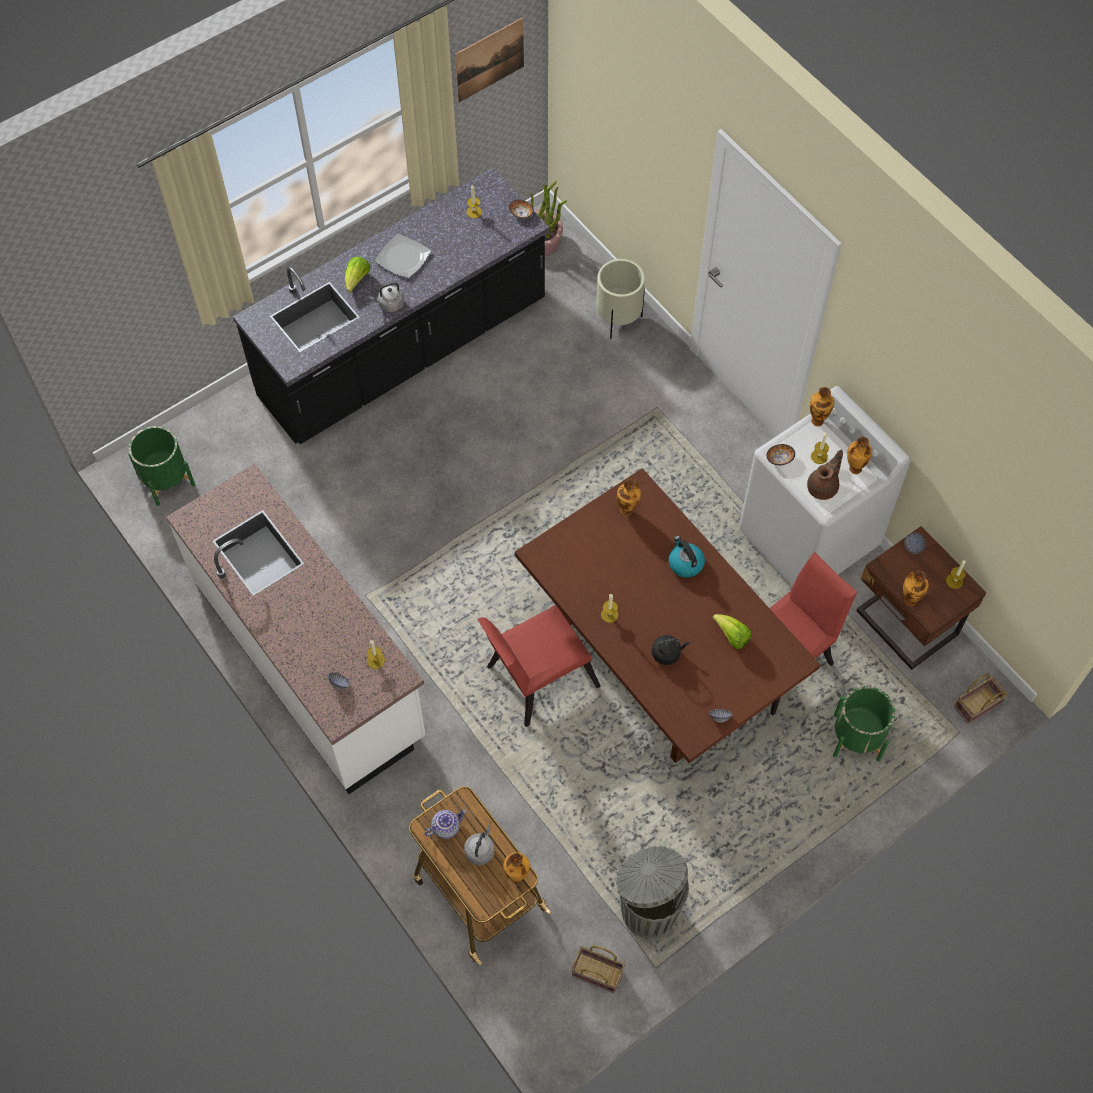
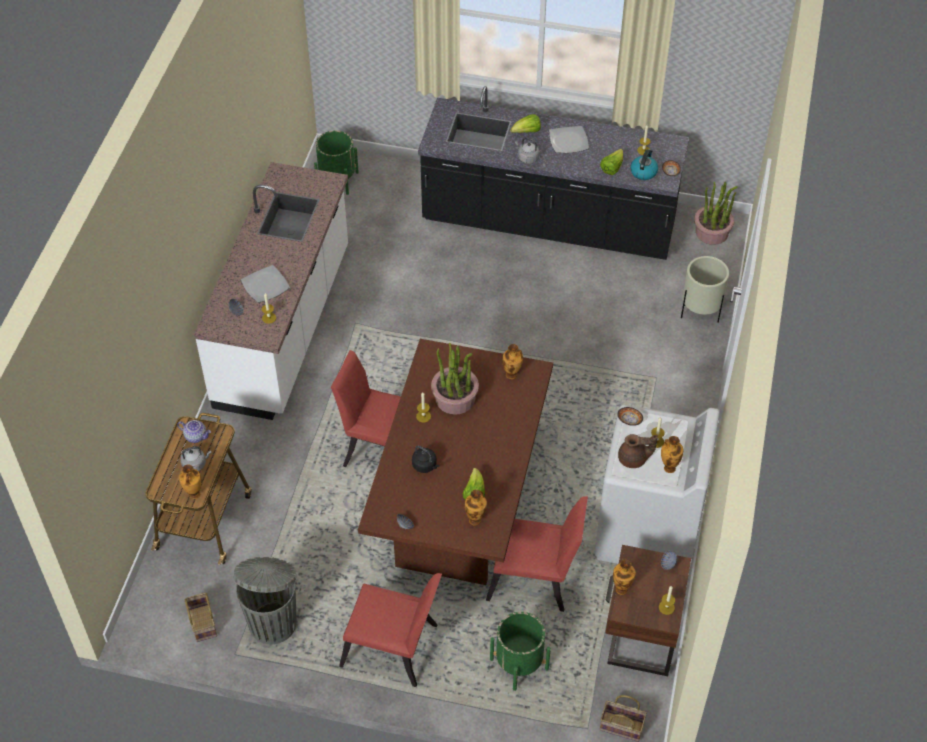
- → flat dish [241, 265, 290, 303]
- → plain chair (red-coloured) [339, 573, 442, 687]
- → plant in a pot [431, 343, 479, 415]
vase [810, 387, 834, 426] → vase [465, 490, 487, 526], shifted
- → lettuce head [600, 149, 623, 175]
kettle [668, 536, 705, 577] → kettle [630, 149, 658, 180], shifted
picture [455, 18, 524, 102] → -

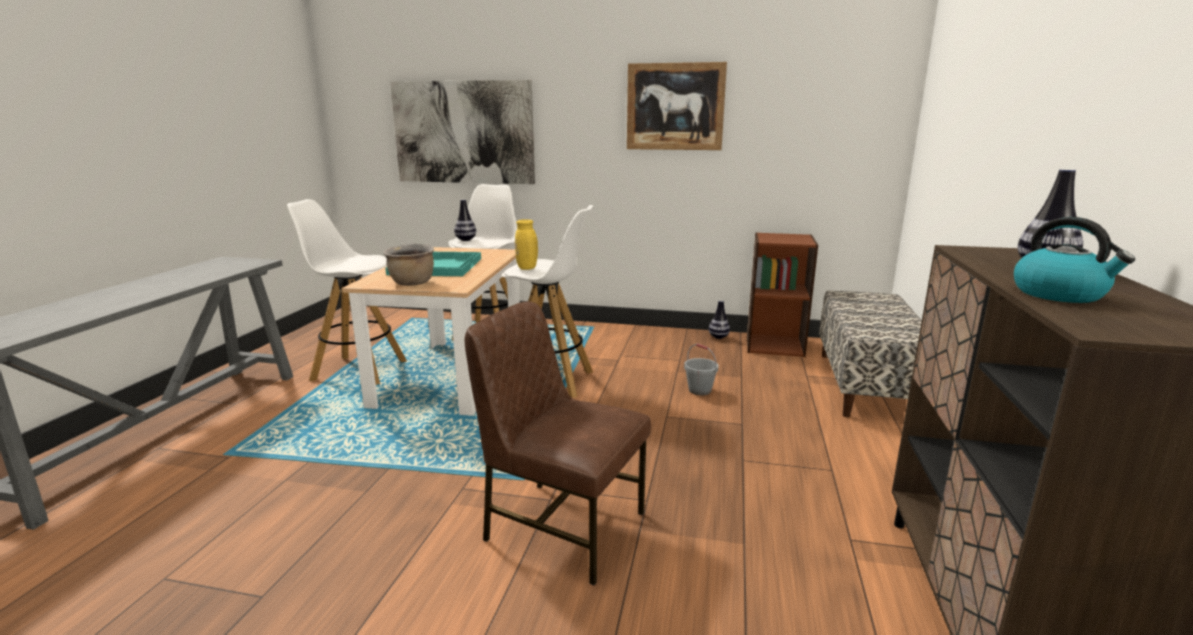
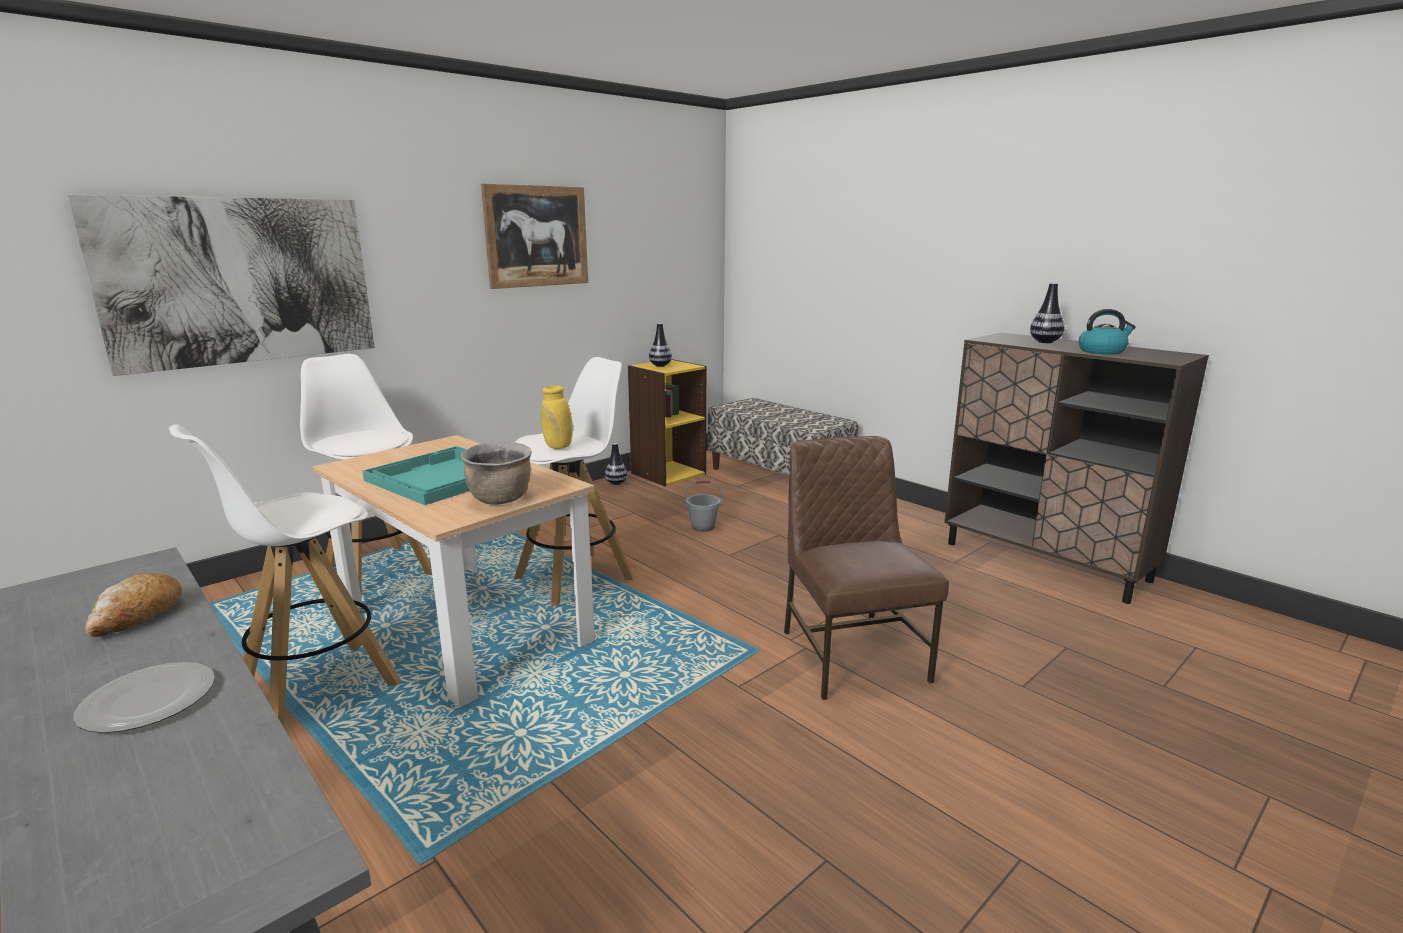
- → flat dish [74, 662, 215, 733]
- → baked bread [85, 573, 182, 637]
bookcase (brown-coloured) [747, 232, 818, 357] → bookcase (yellow) [628, 359, 706, 486]
vase [454, 199, 476, 241] → vase [649, 323, 672, 367], shifted
plain chair (brown-coloured) [465, 302, 651, 586] → plain chair (brown-coloured) [784, 436, 949, 700], 105 degrees clockwise

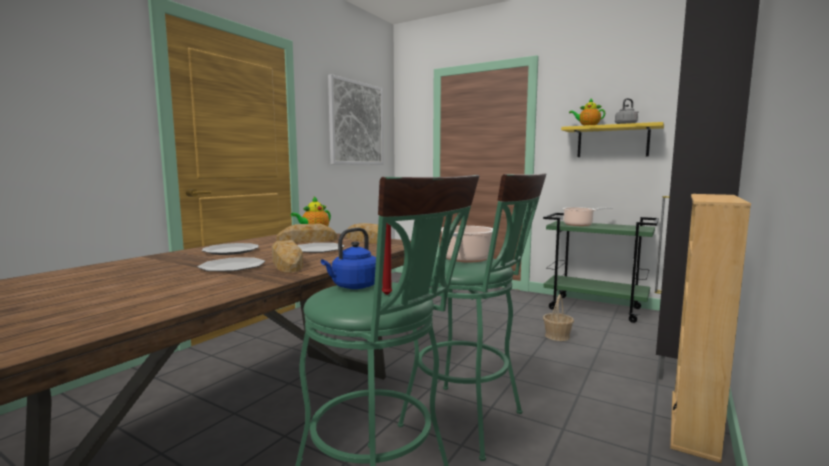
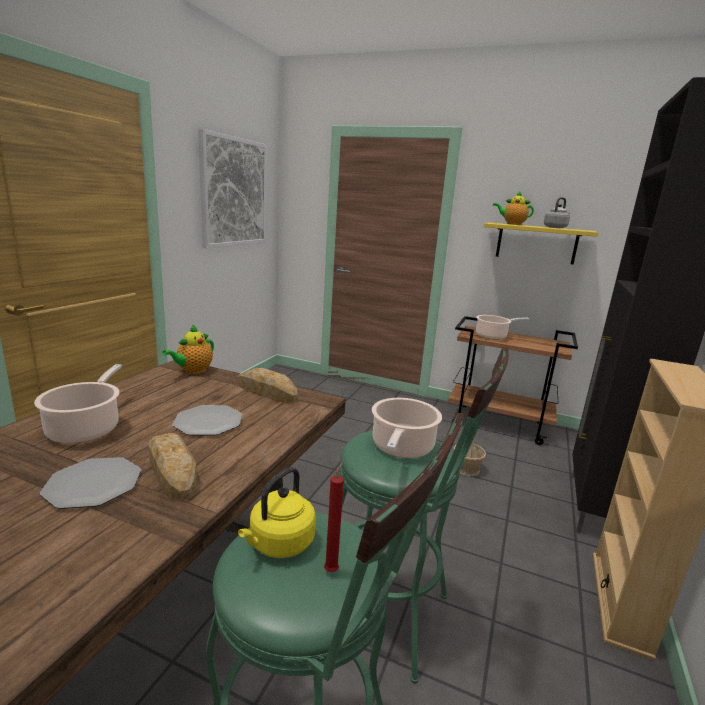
flat dish [202, 243, 259, 255] → saucepot [34, 364, 122, 443]
kettle (bluish) [321, 228, 376, 289] → kettle (yellow) [238, 467, 316, 558]
wheeled cart (green-coloured) [543, 213, 659, 323] → wheeled cart (brown-coloured) [448, 316, 578, 445]
baked bread [276, 224, 337, 243] → -

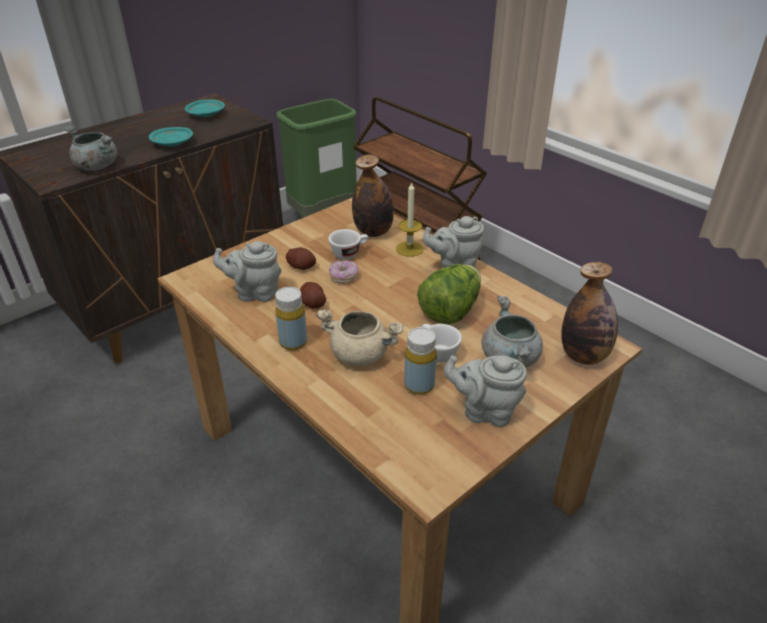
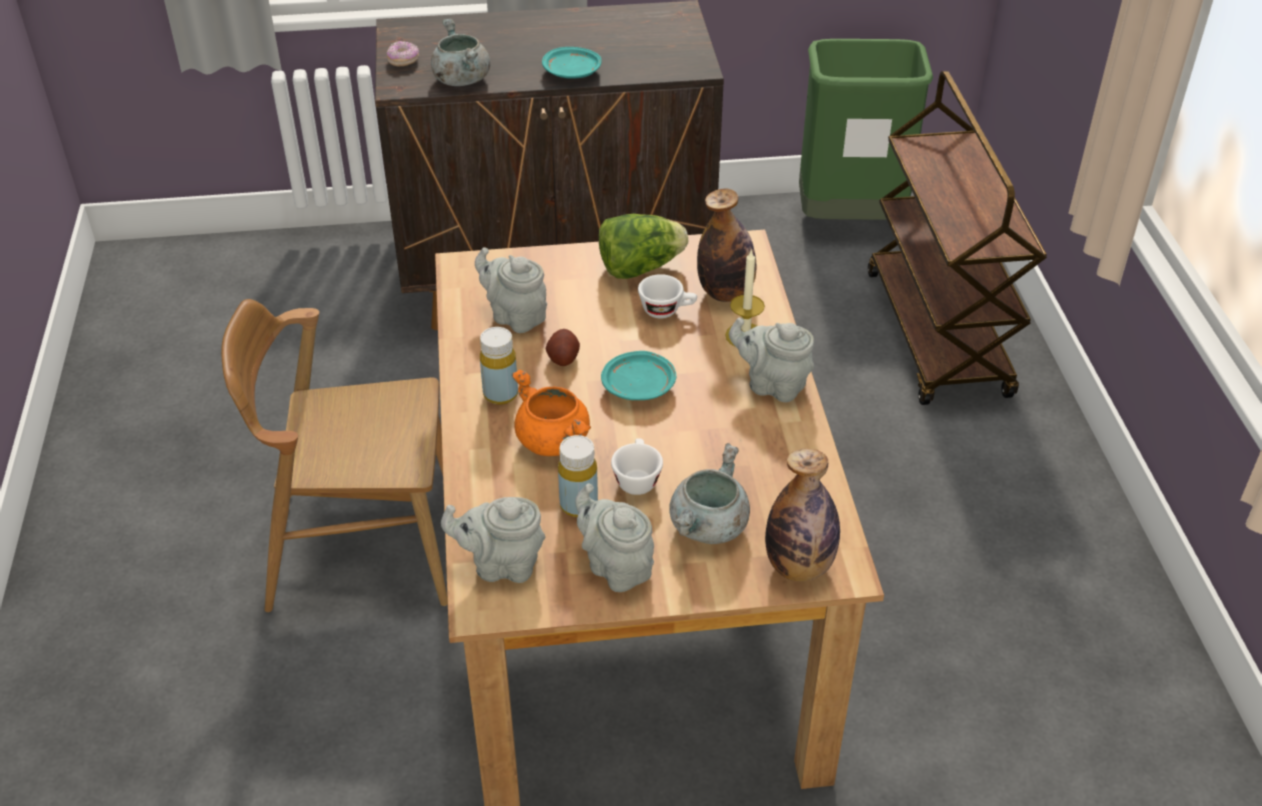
- → plain chair (brown-coloured) [221, 299, 448, 612]
doughnut [329, 260, 359, 284] → doughnut [387, 41, 419, 66], shifted
- → teapot (grey) [441, 497, 545, 583]
saucepot (beige-coloured) [316, 309, 404, 366] → saucepot (orangey) [512, 370, 591, 456]
lettuce head [417, 264, 481, 325] → lettuce head [599, 214, 688, 279], shifted
flat dish (blue-green) [185, 99, 225, 117] → flat dish (blue-green) [601, 351, 676, 400], shifted
spud [286, 247, 316, 270] → -

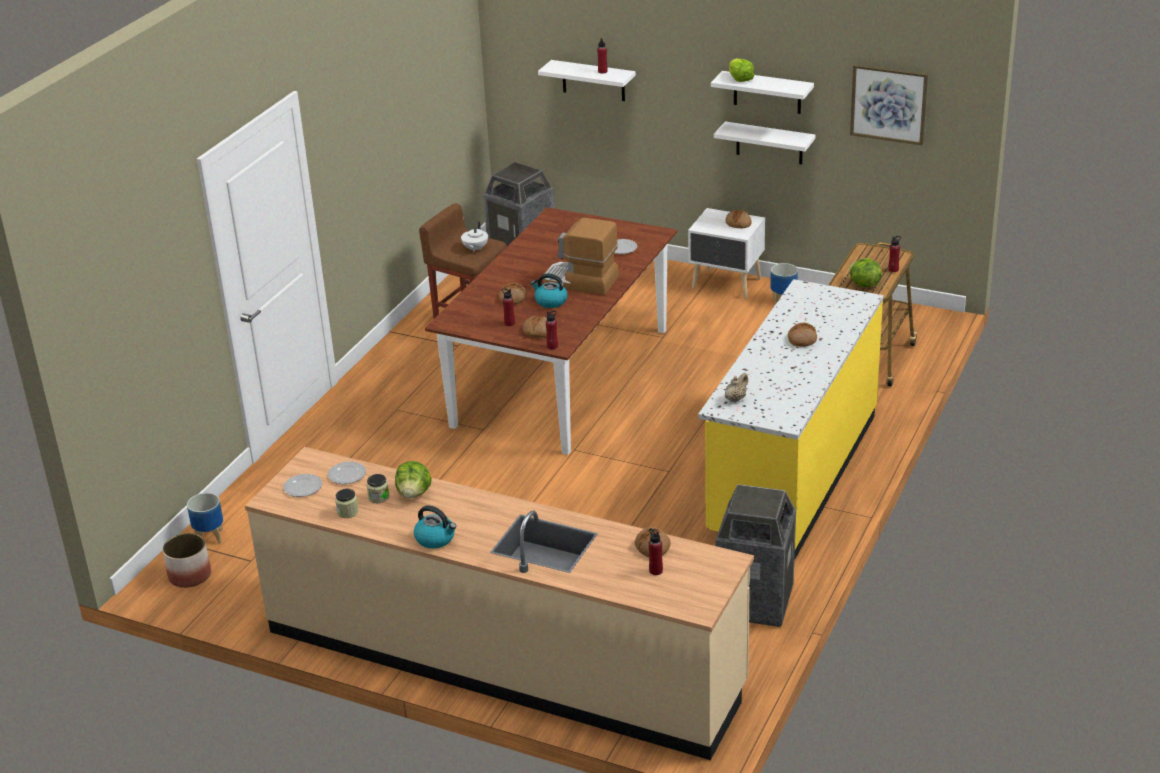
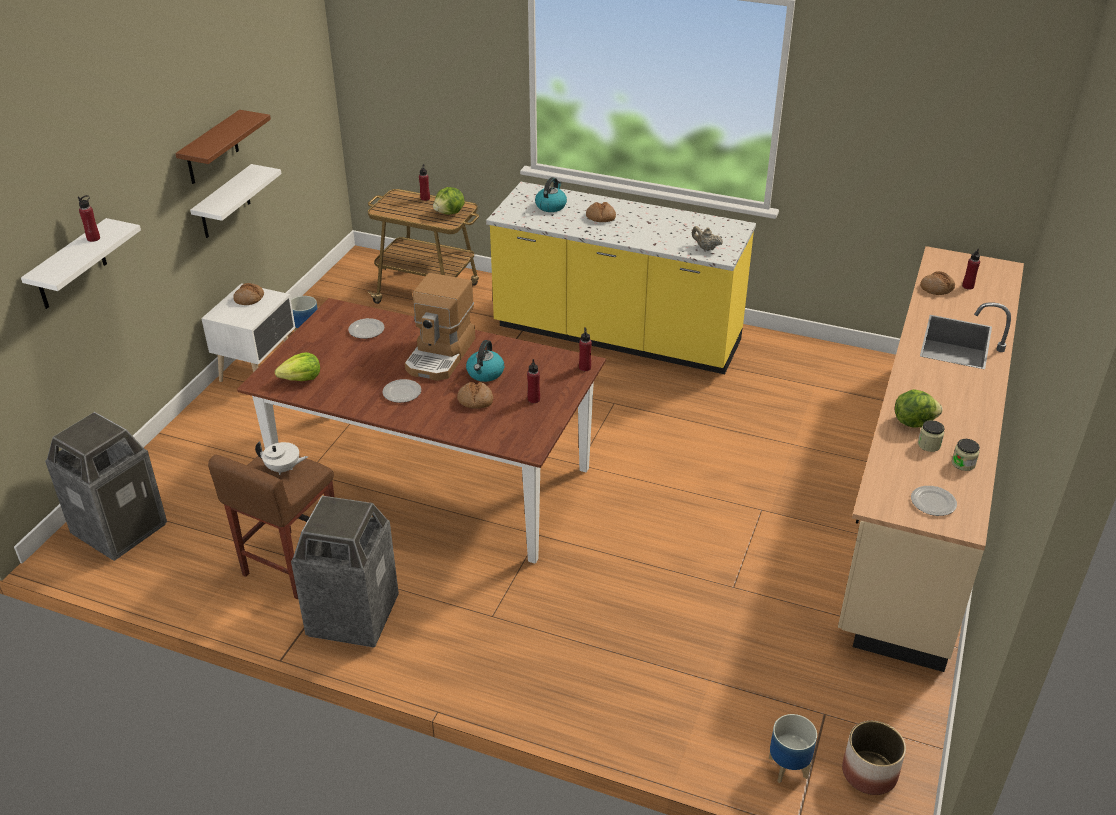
bracket shelf (whitish) [711, 71, 814, 114] → bracket shelf (brown-coloured) [175, 110, 271, 184]
lettuce head [729, 58, 755, 82] → lettuce head [275, 352, 320, 381], shifted
trash can [715, 484, 796, 627] → trash can [291, 496, 399, 648], shifted
flat dish [328, 461, 366, 484] → flat dish [383, 379, 421, 403], shifted
kettle [414, 505, 456, 548] → kettle [535, 177, 567, 212], shifted
baked bread [522, 316, 547, 338] → -
picture [850, 64, 928, 145] → -

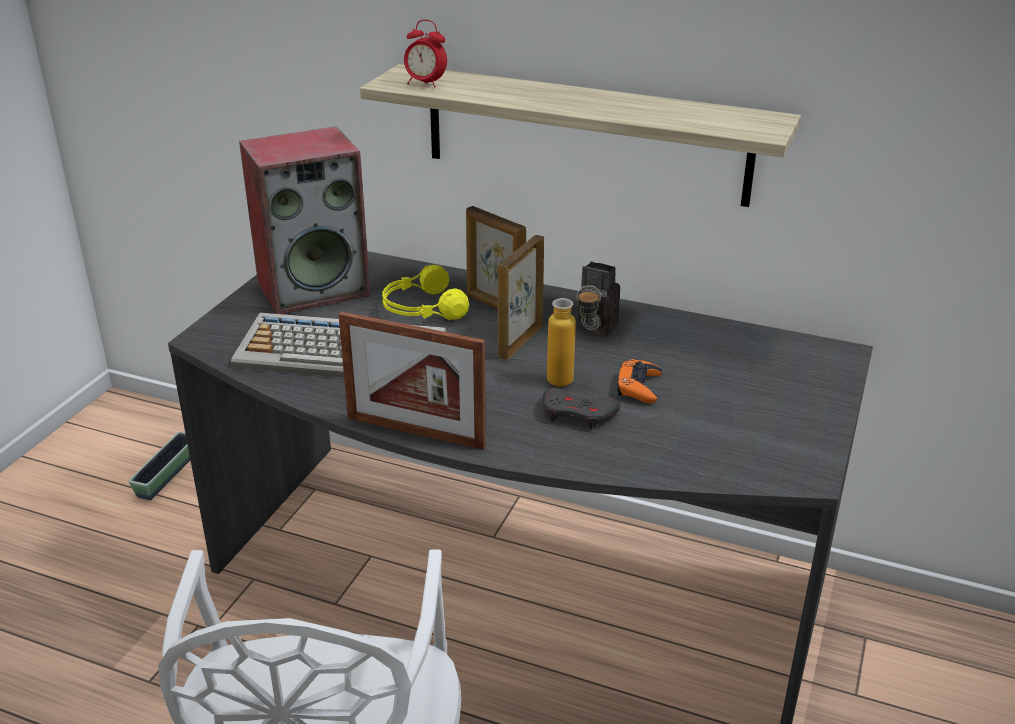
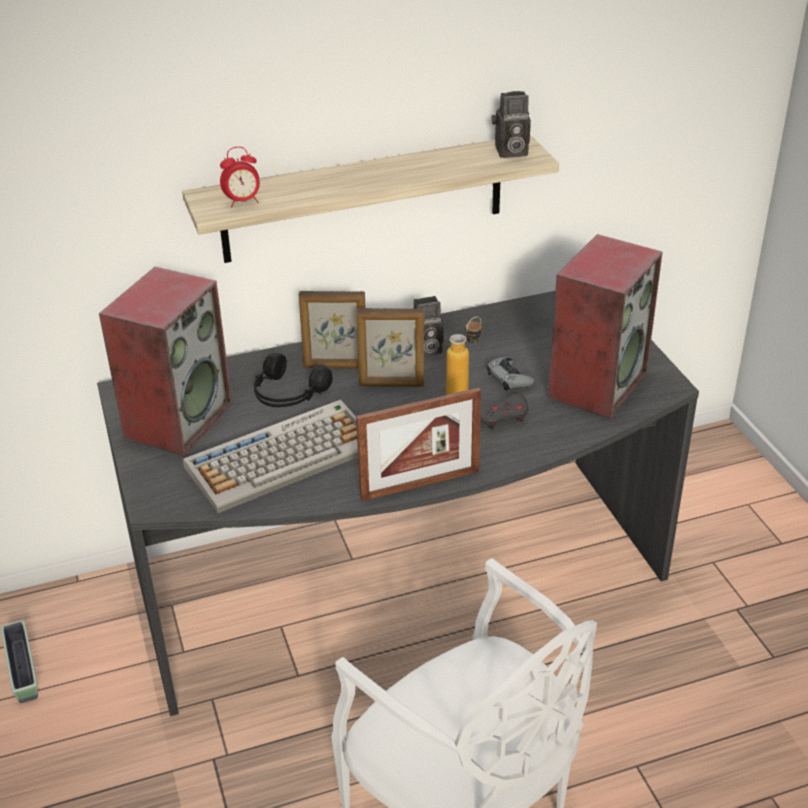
headset (yellow) [382, 265, 469, 320] → headset (blackish) [254, 353, 333, 407]
standing frame [498, 235, 544, 360] → standing frame [356, 308, 424, 387], 75 degrees counterclockwise
joypad (orangey) [617, 359, 662, 403] → joypad (grey) [487, 357, 535, 391]
- → photo camera [492, 91, 531, 158]
- → loudspeaker [548, 234, 663, 419]

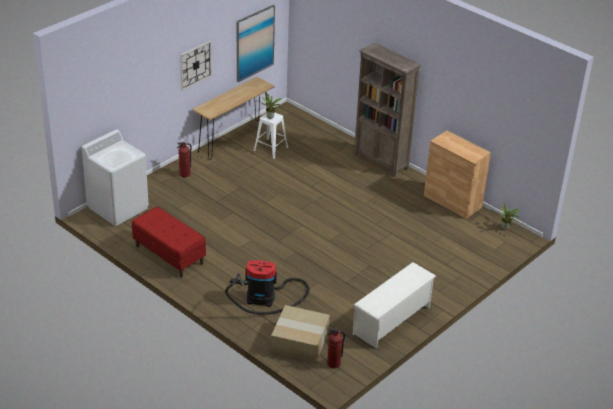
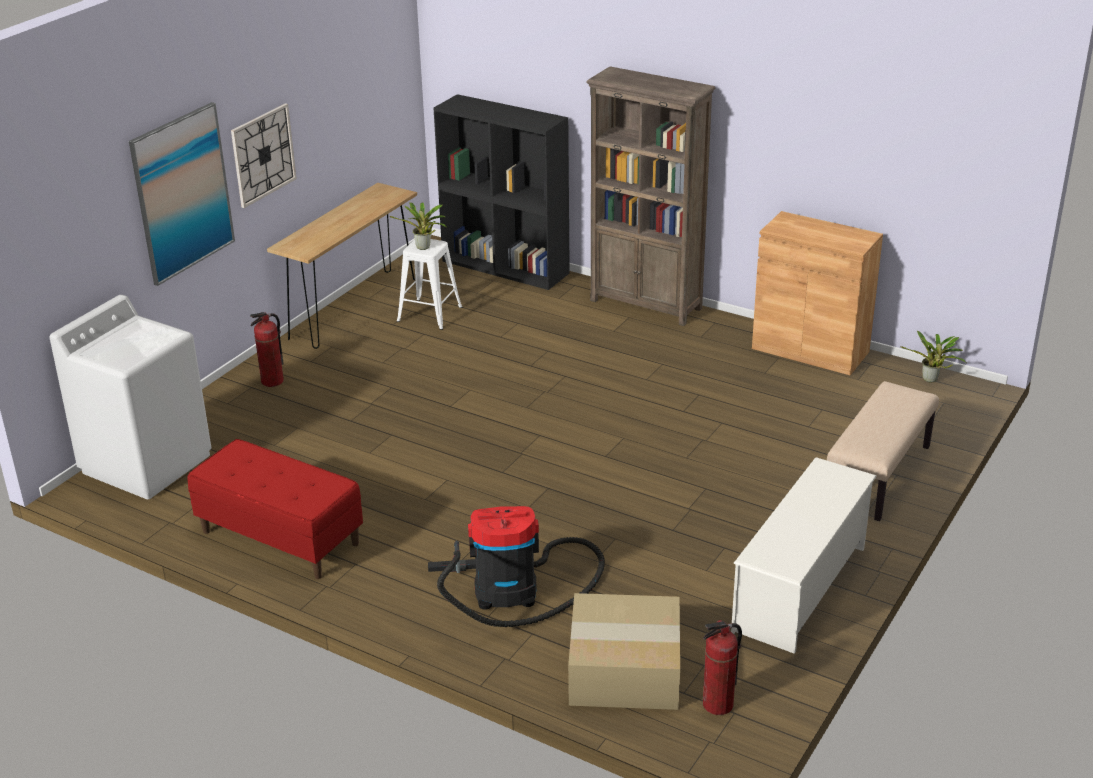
picture [237, 5, 275, 82] → picture [129, 102, 235, 286], shifted
- → bookcase (blackish) [434, 94, 570, 290]
- → bench (beige-coloured) [827, 381, 939, 521]

